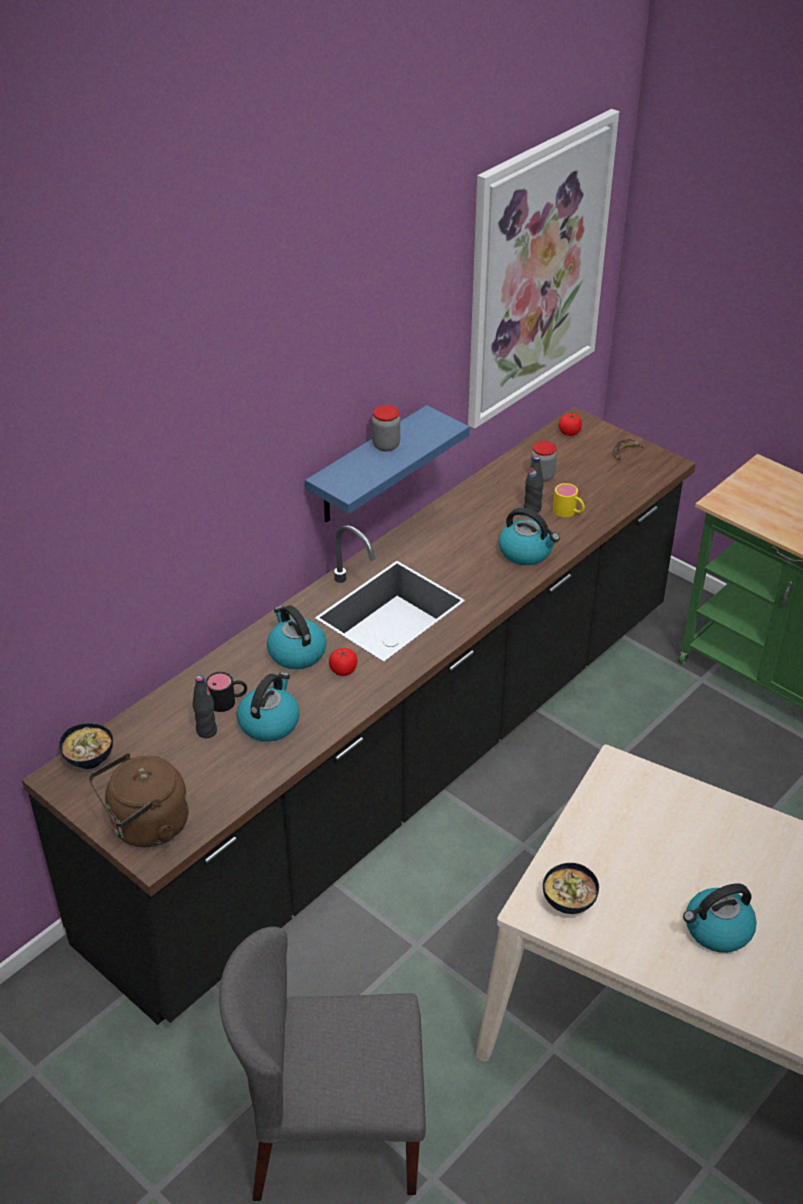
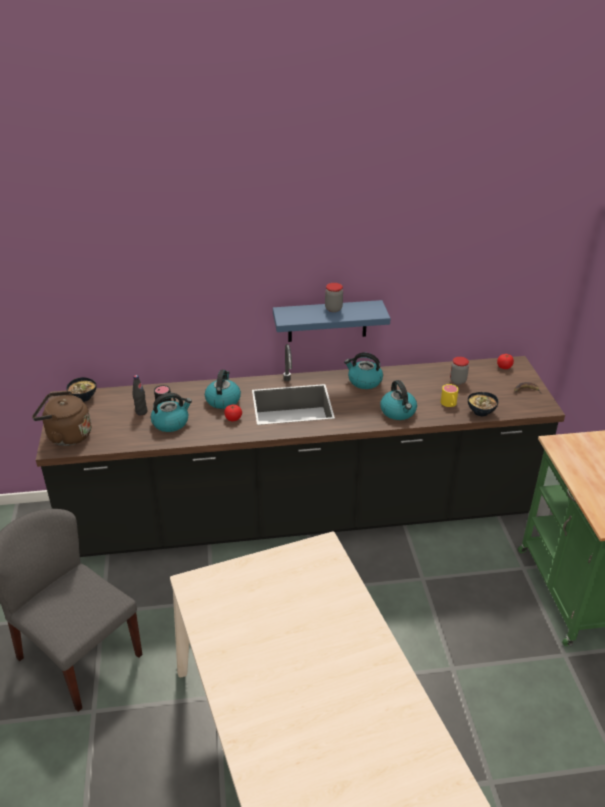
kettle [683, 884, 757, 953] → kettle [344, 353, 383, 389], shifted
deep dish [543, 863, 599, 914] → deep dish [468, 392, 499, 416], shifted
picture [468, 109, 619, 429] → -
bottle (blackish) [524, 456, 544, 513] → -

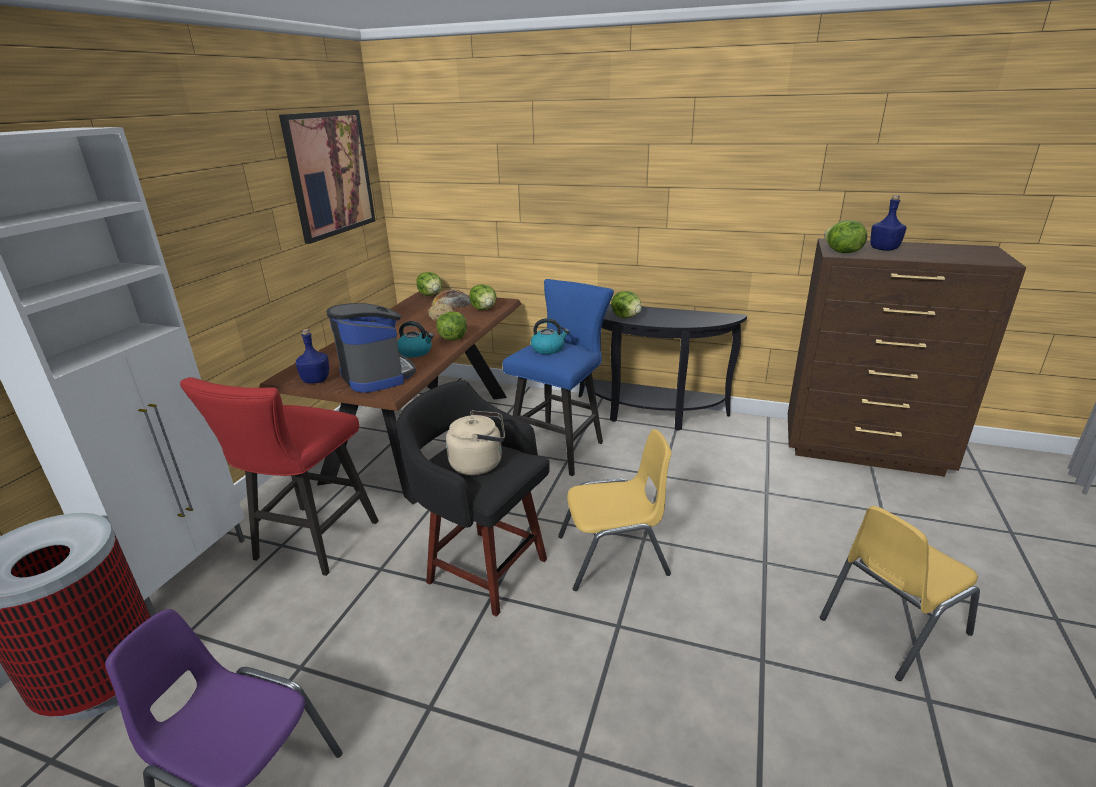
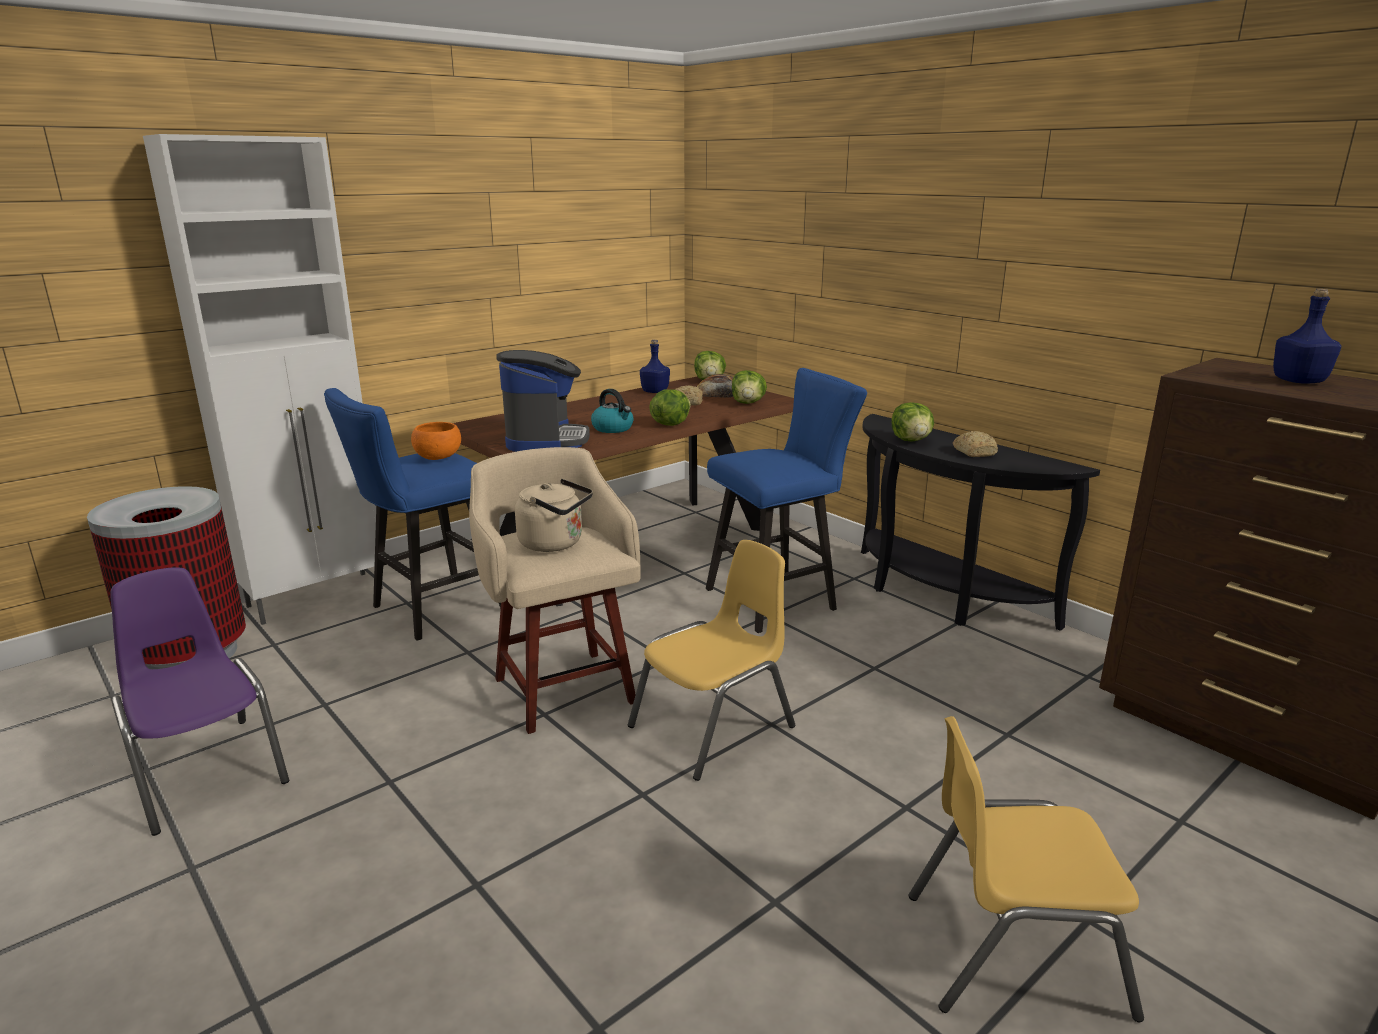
stool seat (red-coloured) [180, 377, 379, 576] → stool seat (bluish) [324, 388, 501, 641]
- → deep dish (orangey) [411, 422, 461, 460]
stool seat (blackish) [397, 380, 550, 617] → stool seat (beige-coloured) [469, 447, 641, 734]
plain chair (yellow) [558, 429, 672, 591] → plain chair (yellow) [628, 540, 795, 781], 60 degrees counterclockwise
bottle (bluish) [296, 329, 329, 384] → bottle (bluish) [640, 340, 670, 393], shifted
- → baked bread [953, 431, 998, 457]
picture [279, 110, 375, 244] → -
kettle [531, 318, 569, 354] → -
lettuce head [824, 220, 868, 253] → -

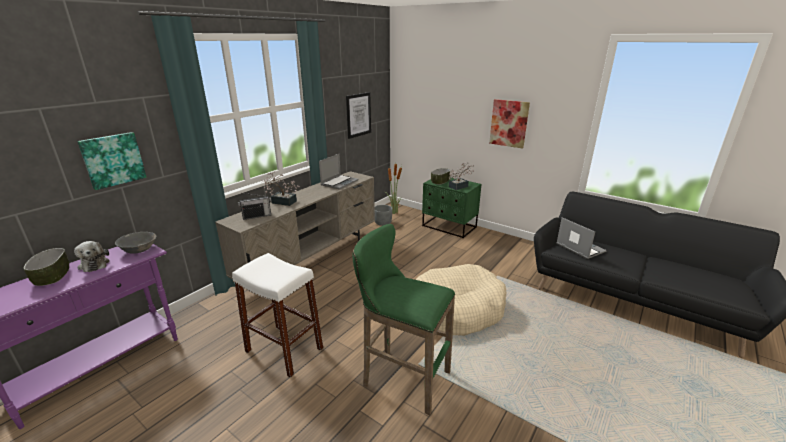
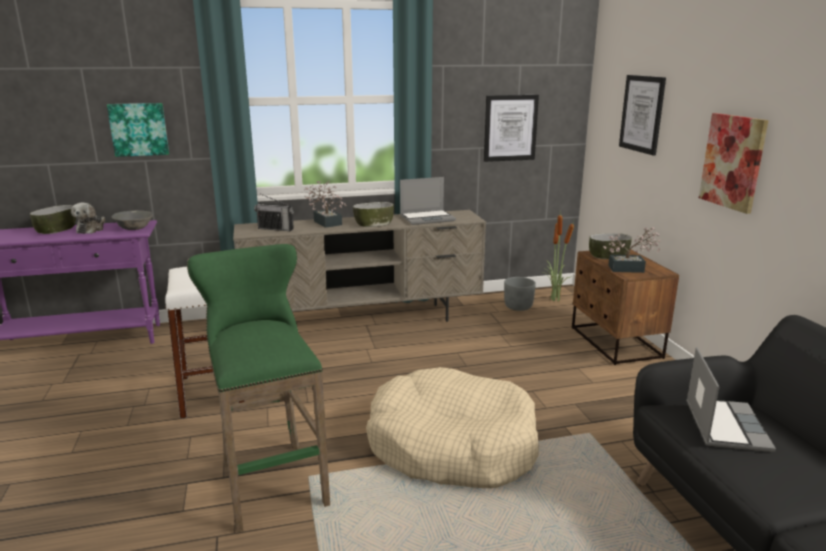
- → deep dish [353, 202, 394, 227]
night table (green-coloured) [422, 177, 482, 239] → night table (brown-coloured) [572, 250, 679, 365]
- → picture [619, 75, 666, 156]

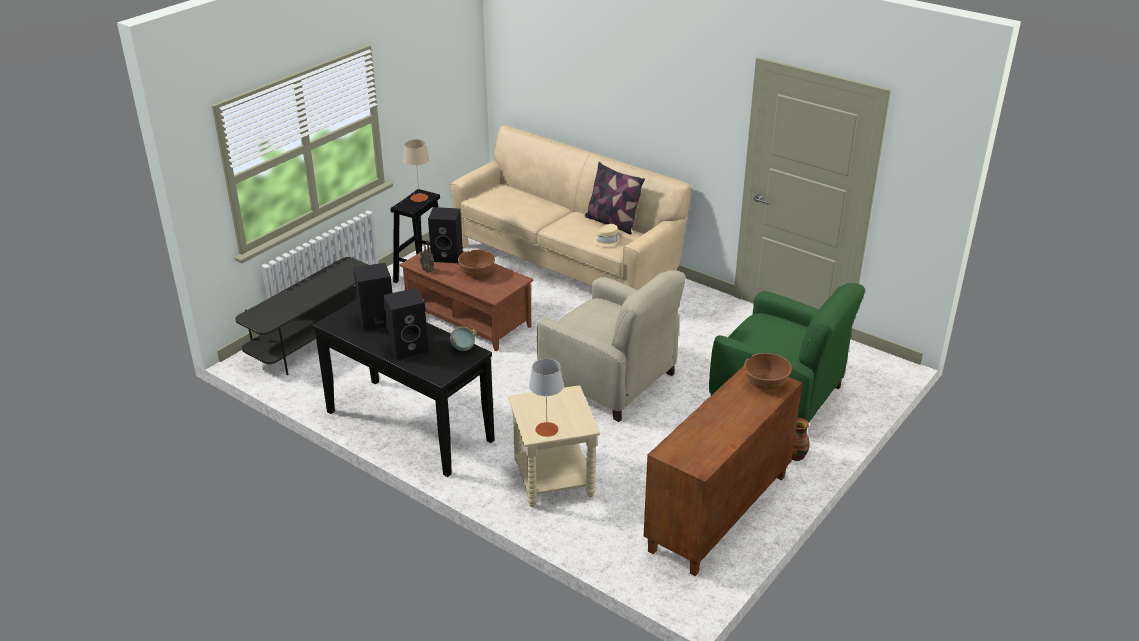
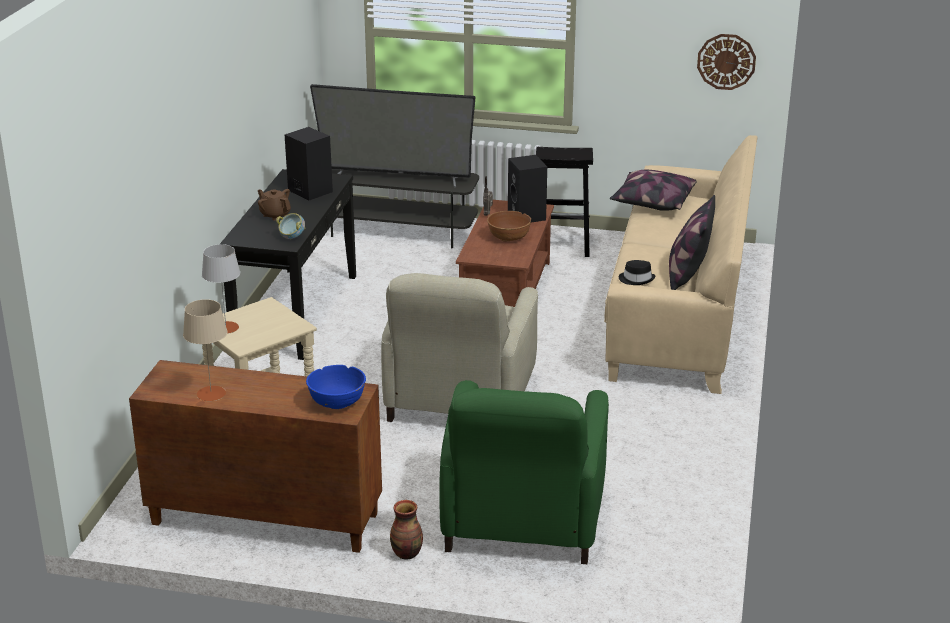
table lamp (beige-coloured) [403, 139, 430, 202] → table lamp (beige-coloured) [183, 299, 227, 401], shifted
loudspeaker (blackish) [383, 288, 429, 360] → teapot (brown-coloured) [258, 189, 291, 221]
deep dish (brown-coloured) [744, 353, 792, 390] → deep dish (bluish) [306, 365, 366, 409]
- → television [310, 84, 476, 188]
- → cushion [610, 170, 697, 211]
wearable hat (beige-coloured) [593, 224, 622, 246] → wearable hat (blackish) [619, 260, 656, 285]
- → wall clock [697, 34, 756, 90]

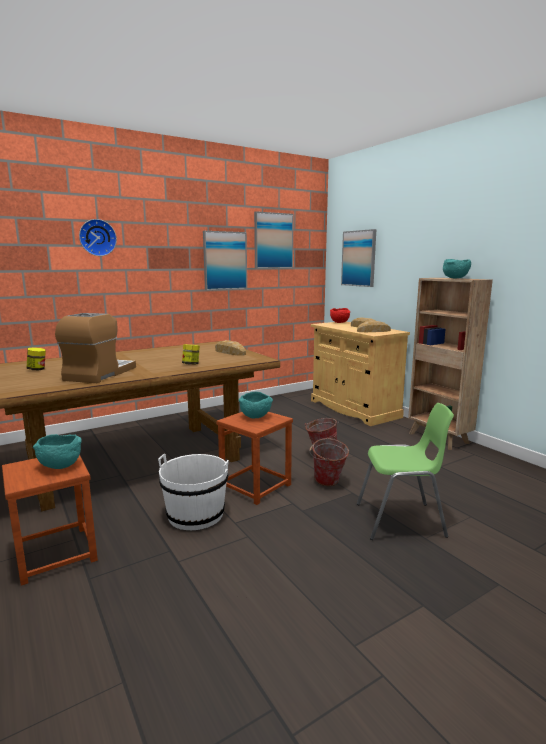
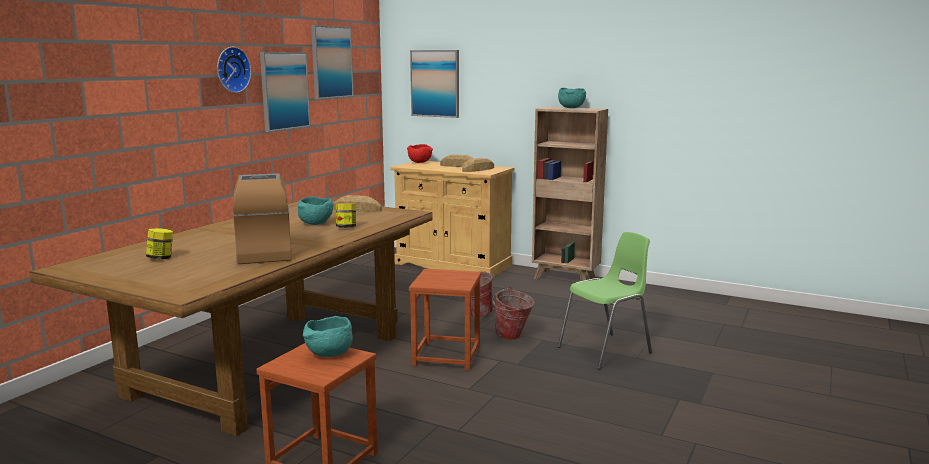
wall clock [79, 219, 117, 256] → wall clock [217, 47, 251, 93], shifted
deep dish (blue-green) [239, 392, 273, 418] → deep dish (blue-green) [298, 196, 334, 225], shifted
water bucket (whitish) [158, 454, 229, 530] → -

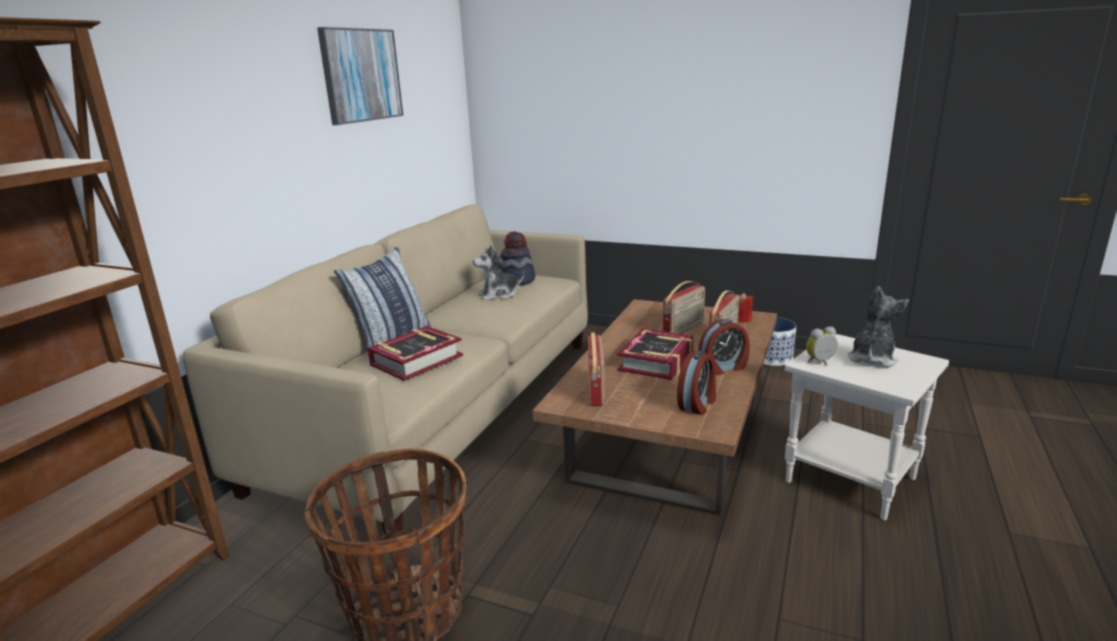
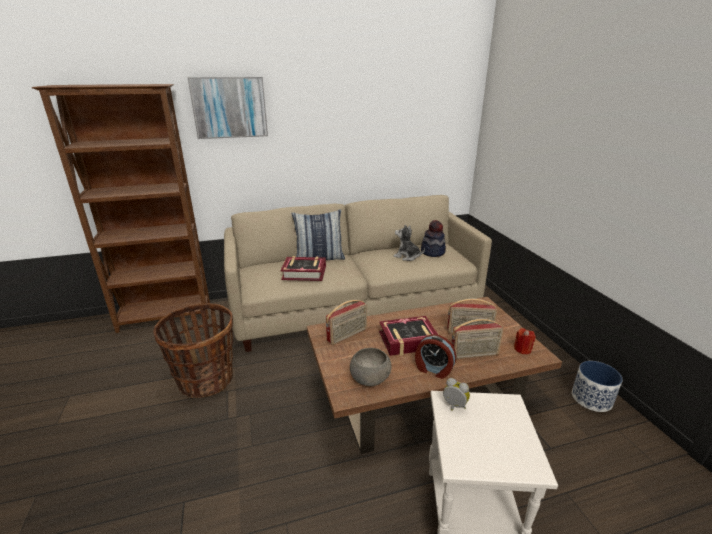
picture [317, 27, 404, 125] → picture [188, 77, 268, 139], shifted
table clock [677, 351, 716, 415] → deep dish (grey) [350, 348, 392, 386]
plush toy [848, 286, 909, 367] → -

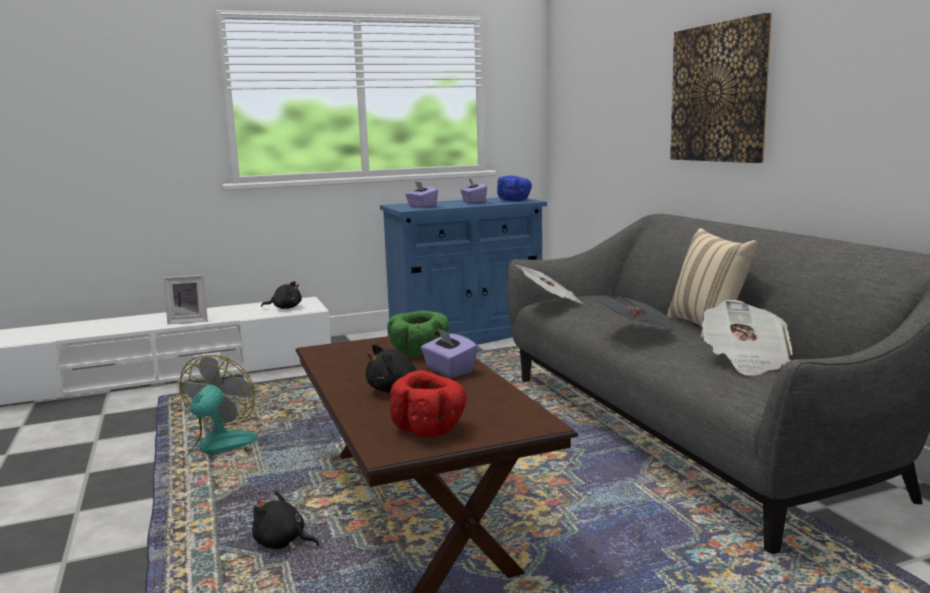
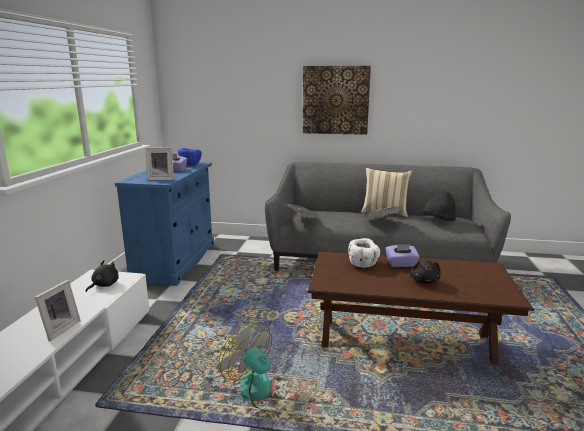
tissue box (purple) [405, 181, 438, 208] → standing frame [145, 148, 174, 180]
deep dish (green-coloured) [387, 310, 449, 357] → deep dish (whitish) [348, 238, 380, 268]
printed paper [701, 300, 793, 376] → wearable hat (blackish) [421, 191, 456, 221]
plush toy (blackish) [252, 490, 319, 550] → -
deep dish (red-coloured) [390, 370, 467, 438] → -

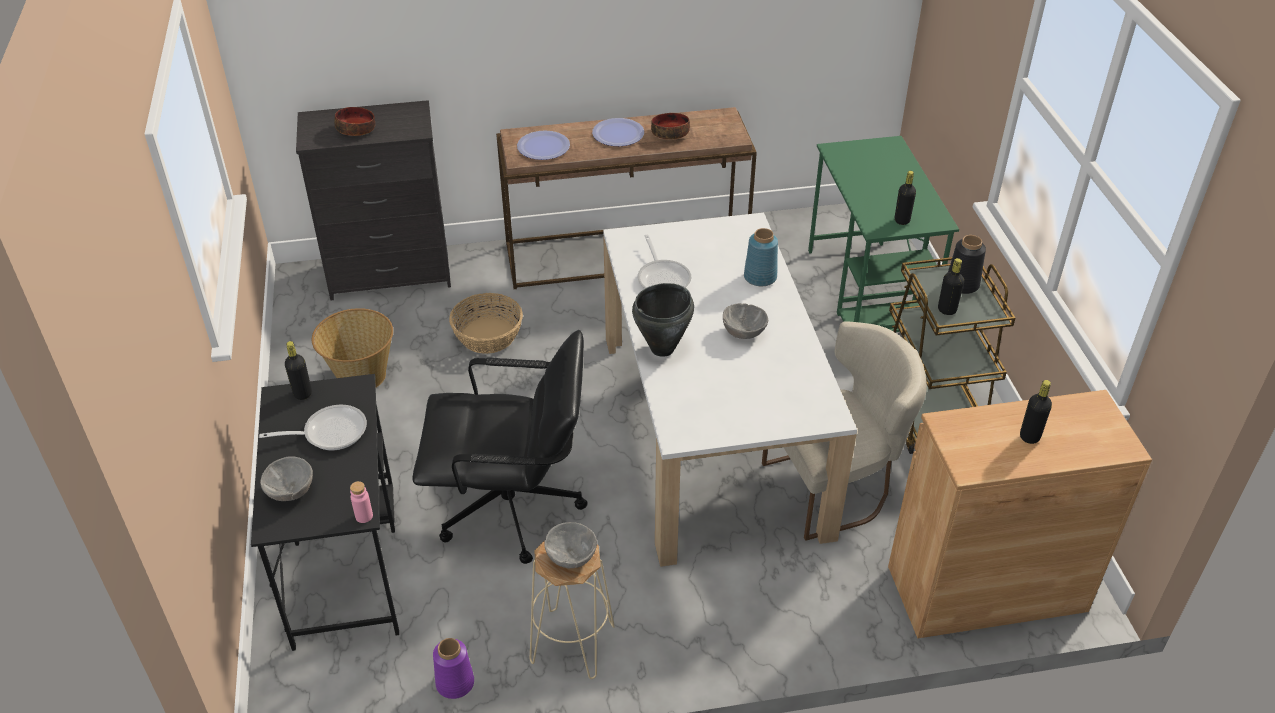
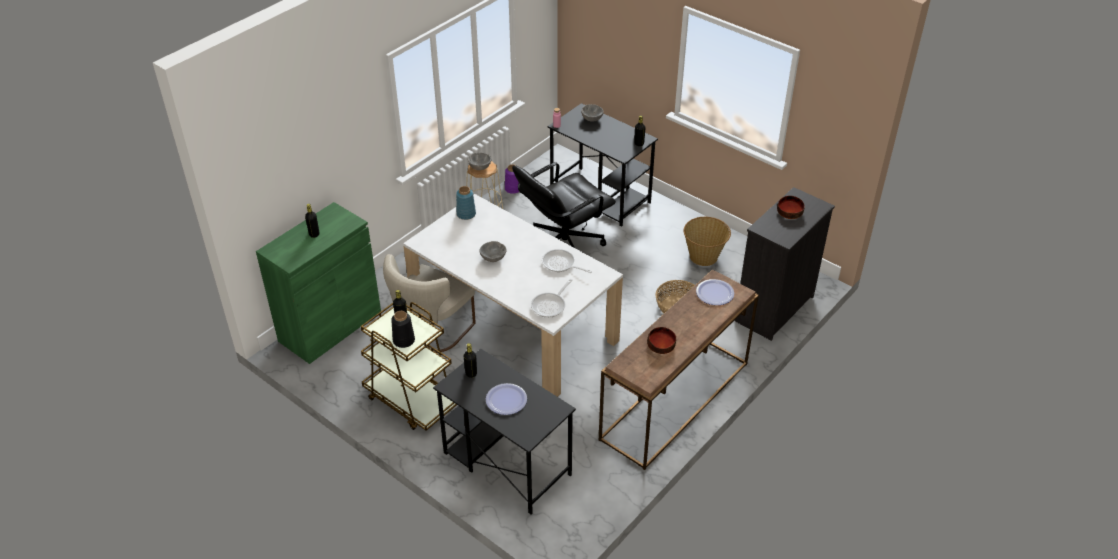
storage cabinet (brown-coloured) [888, 390, 1152, 638] → storage cabinet (green-coloured) [256, 202, 381, 364]
desk table (green-coloured) [808, 136, 959, 332] → desk table (blackish) [433, 349, 576, 515]
vase (bluish) [744, 228, 778, 286] → vase (bluish) [456, 186, 476, 220], shifted
flat dish [592, 118, 644, 146] → flat dish [486, 383, 527, 415], shifted
pan [259, 405, 367, 450] → pan [531, 279, 572, 318], shifted
saucepot (blackish) [632, 283, 694, 357] → -

